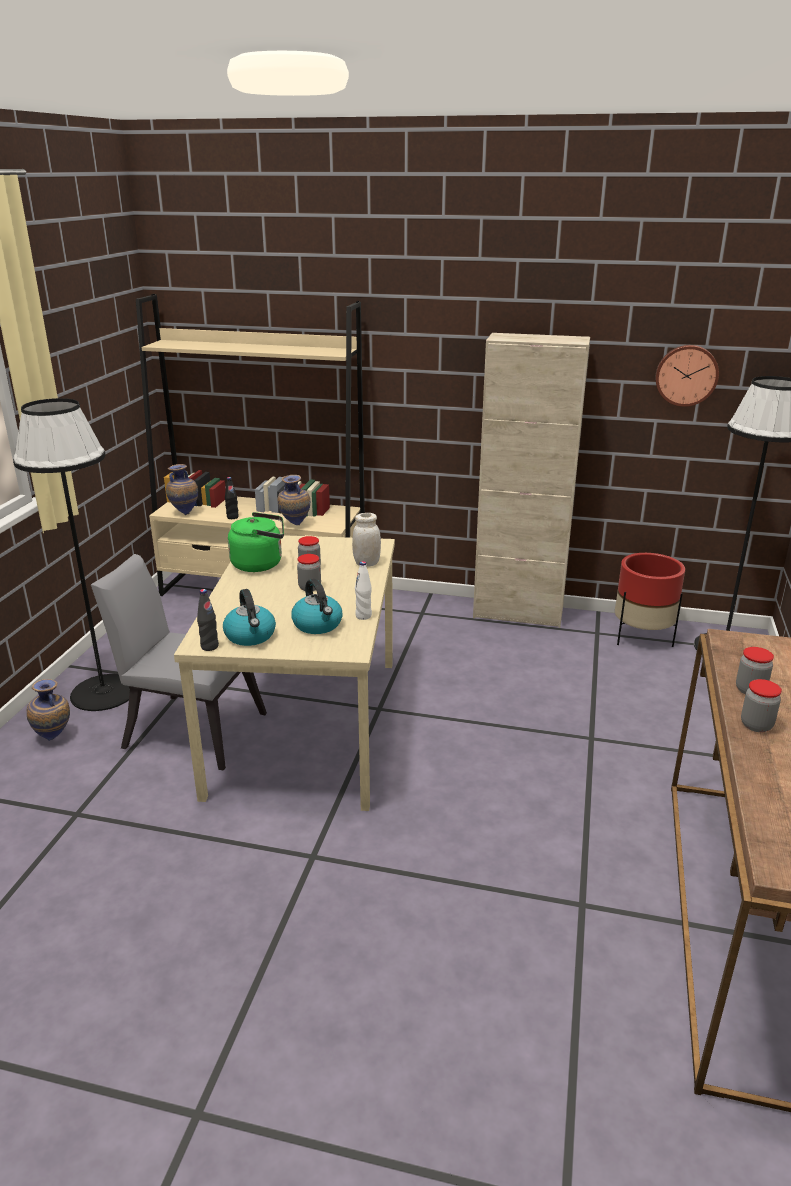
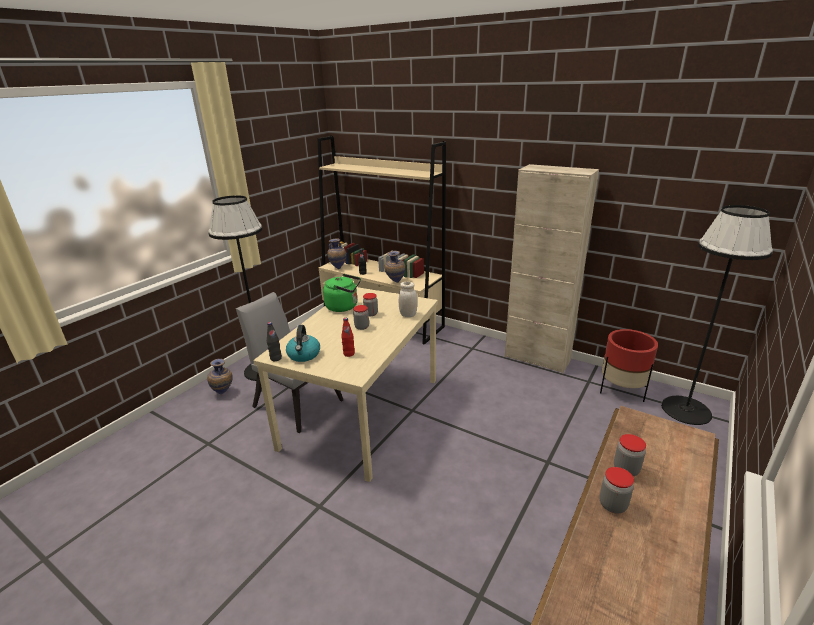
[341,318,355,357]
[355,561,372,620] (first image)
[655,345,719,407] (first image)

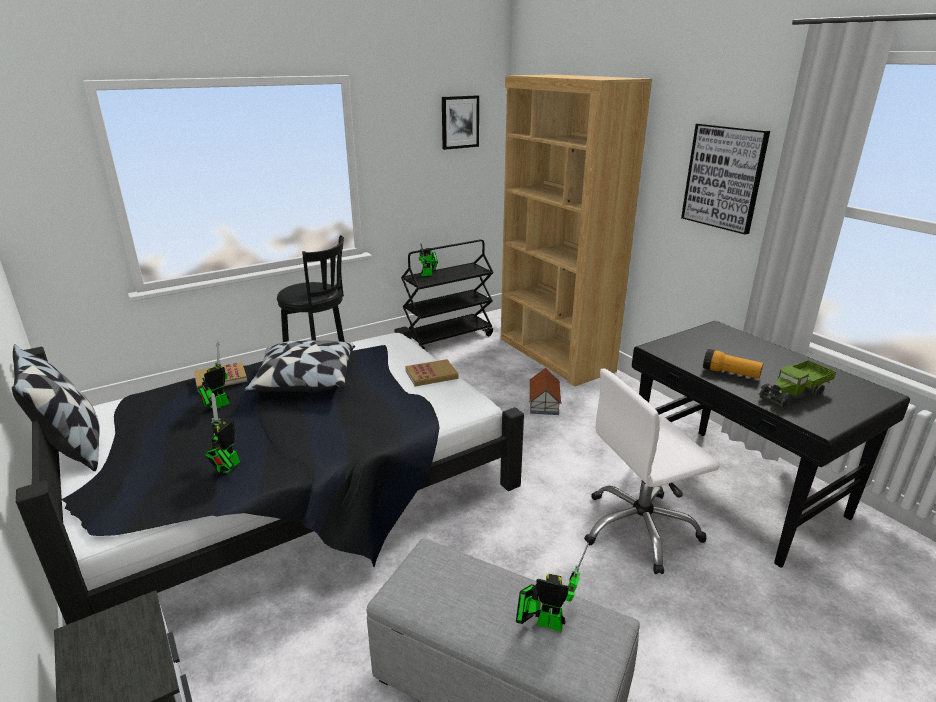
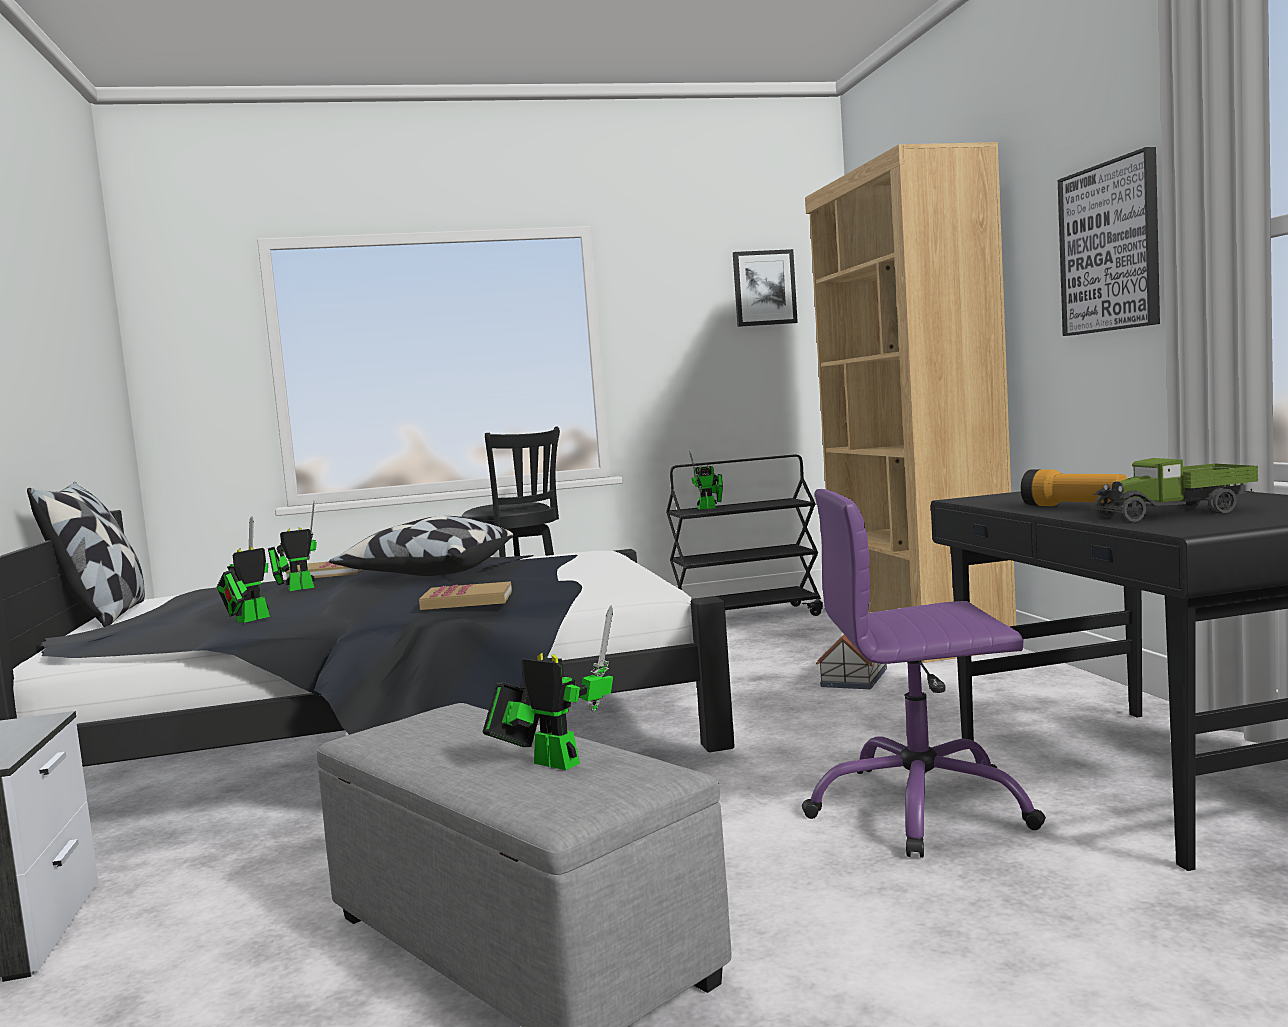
[419,581,512,610]
[802,489,1046,858]

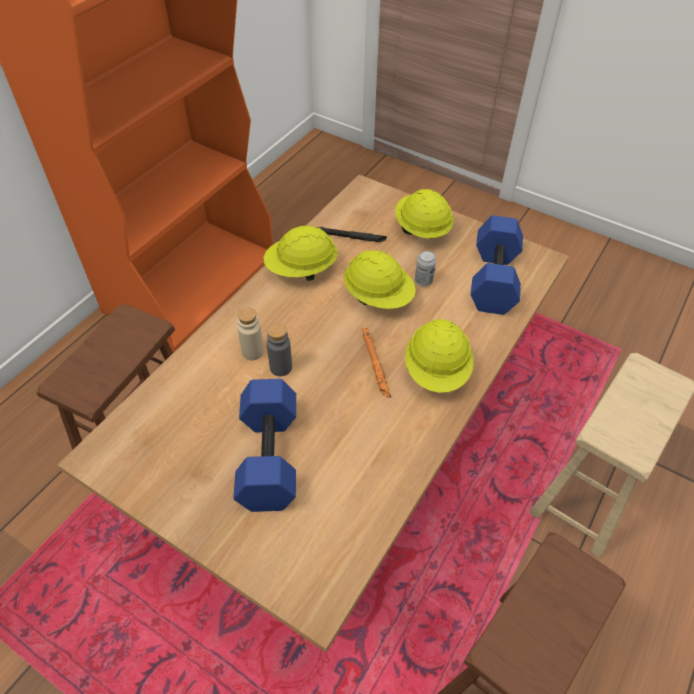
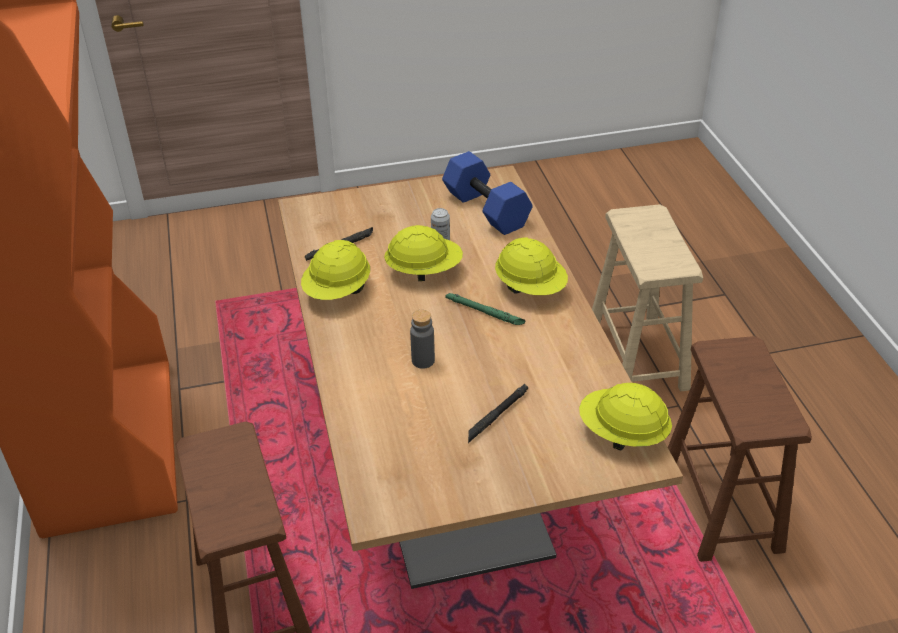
[468,384,528,443]
[237,307,264,360] (first image)
[445,293,526,325]
[579,383,672,451]

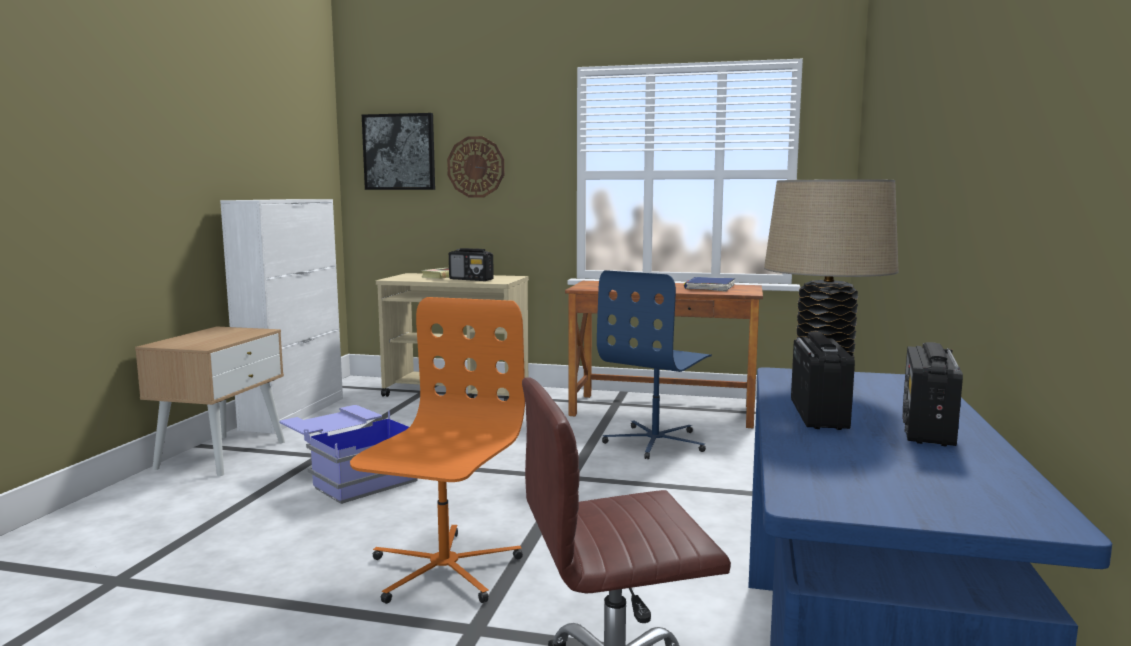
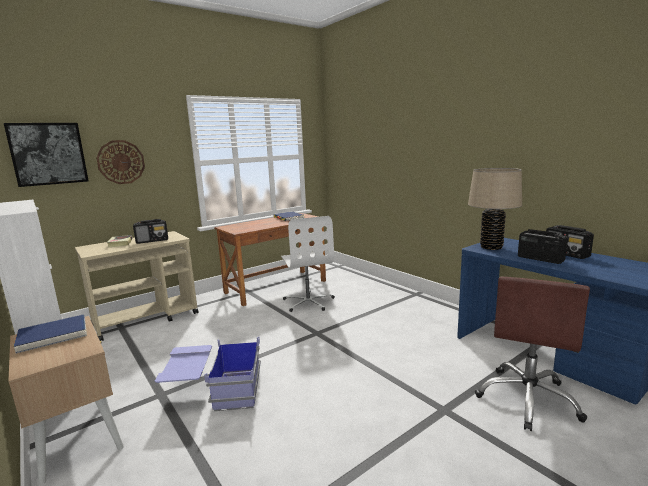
[350,297,525,604] (first image)
[281,216,335,312]
[13,314,87,354]

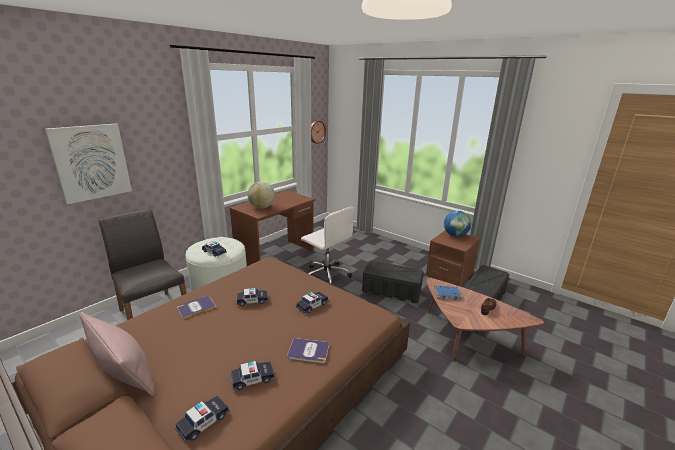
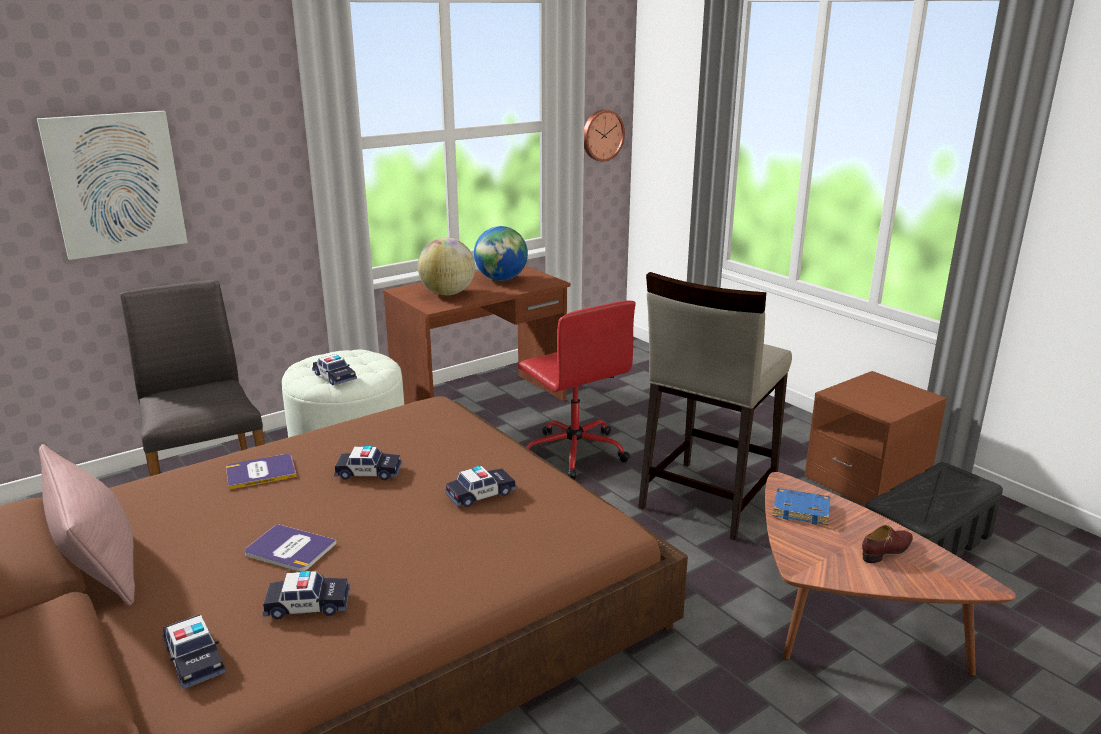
[162,614,226,689]
[245,524,337,572]
[518,300,636,480]
[638,272,792,541]
[474,226,528,281]

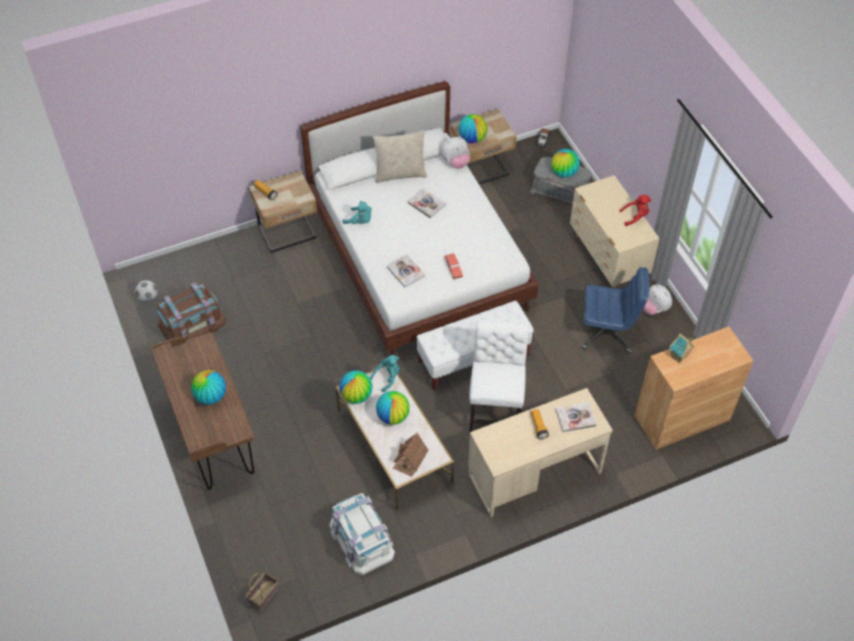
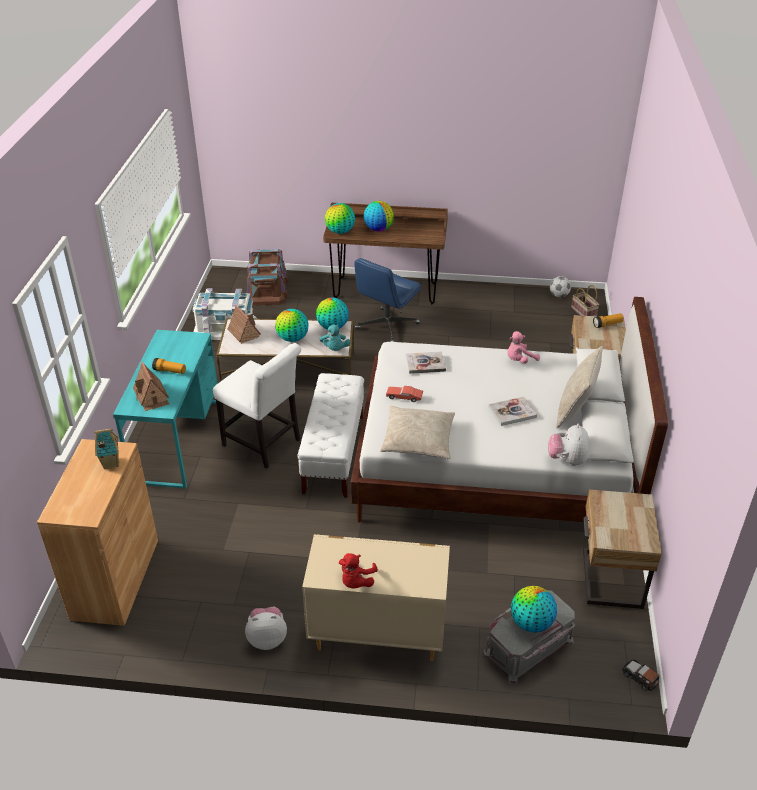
[246,249,288,305]
[571,285,599,316]
[507,331,540,364]
[325,203,355,234]
[113,330,218,488]
[133,361,169,411]
[354,258,421,342]
[380,406,455,459]

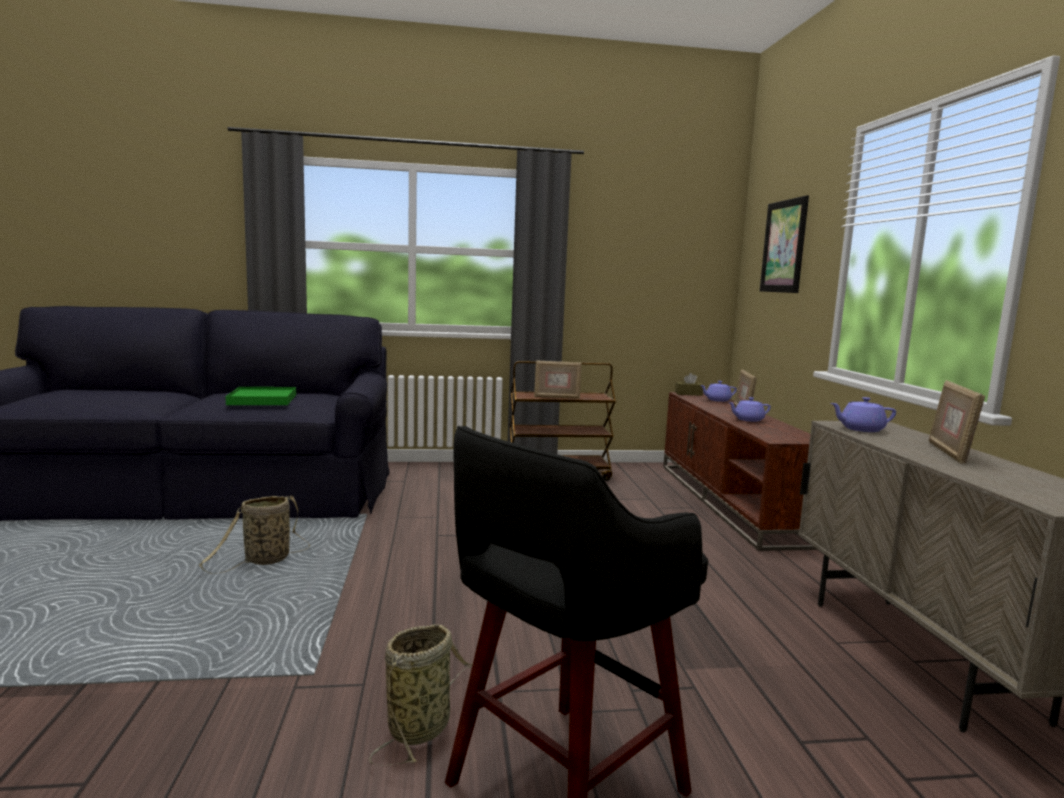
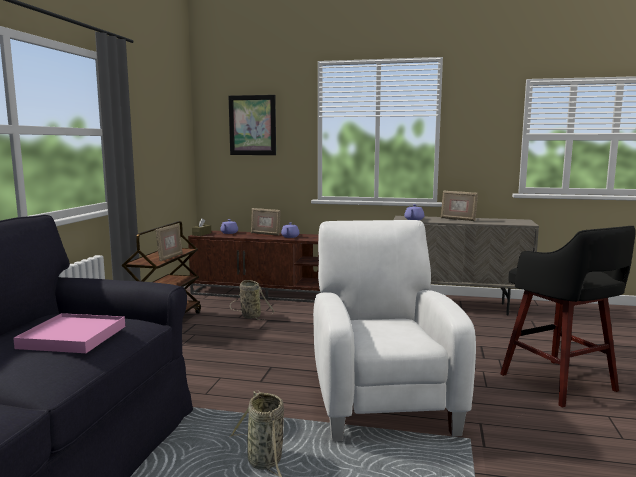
[13,313,125,353]
[230,280,274,320]
[313,220,476,442]

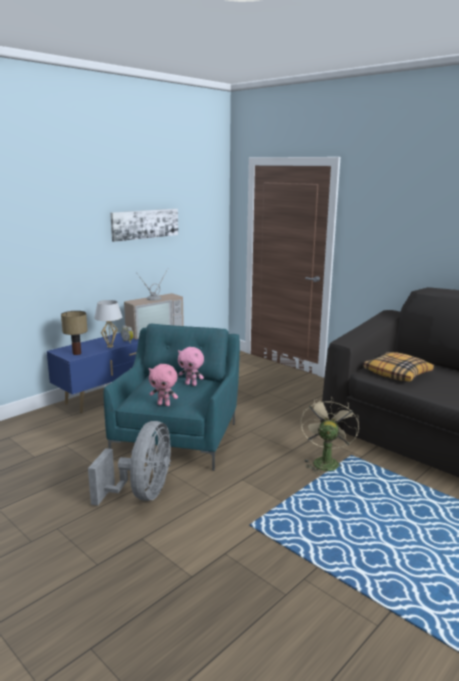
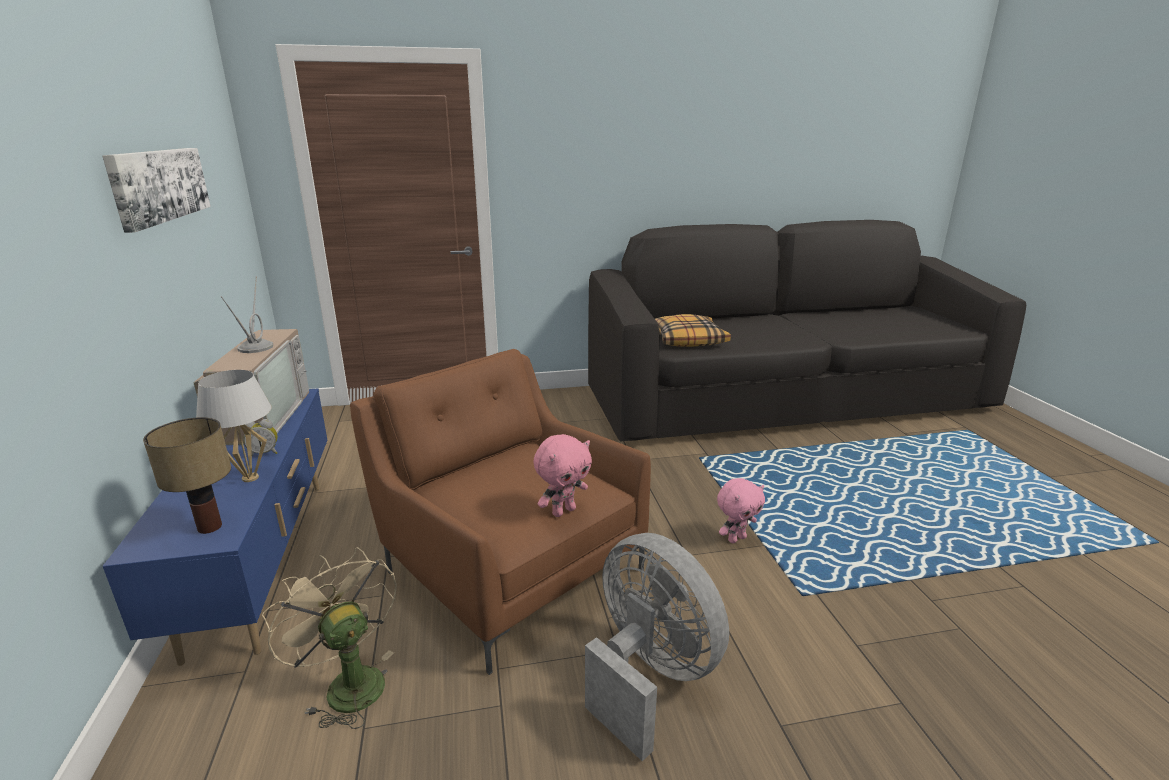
[350,349,651,675]
[717,478,765,543]
[262,547,397,729]

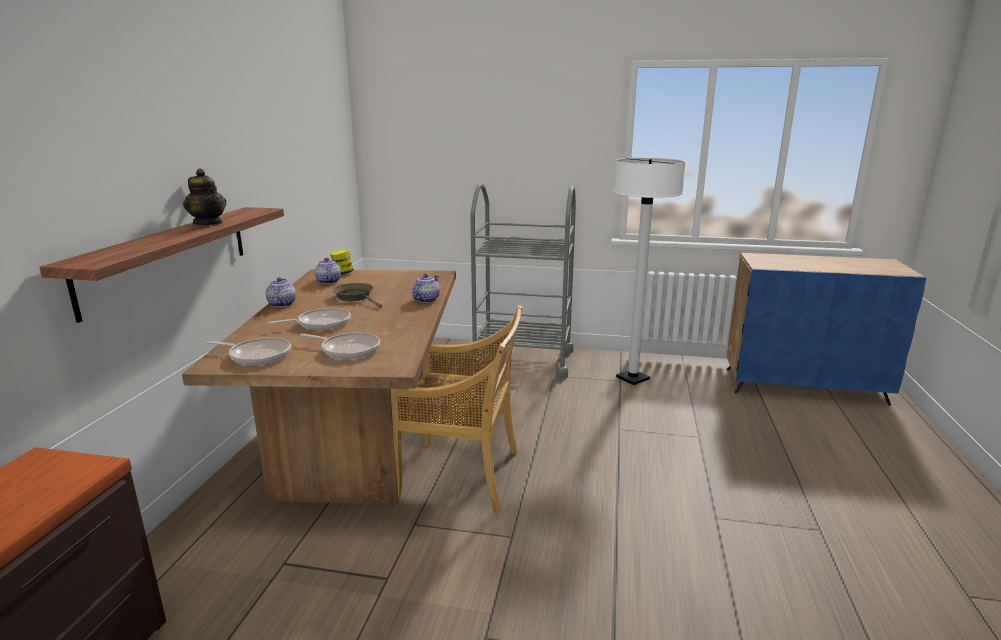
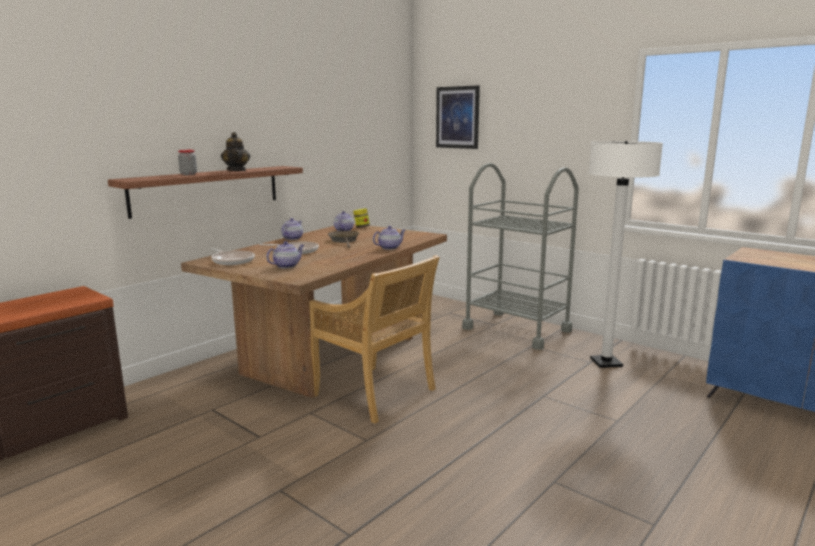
[266,241,304,268]
[178,150,197,175]
[436,85,480,149]

